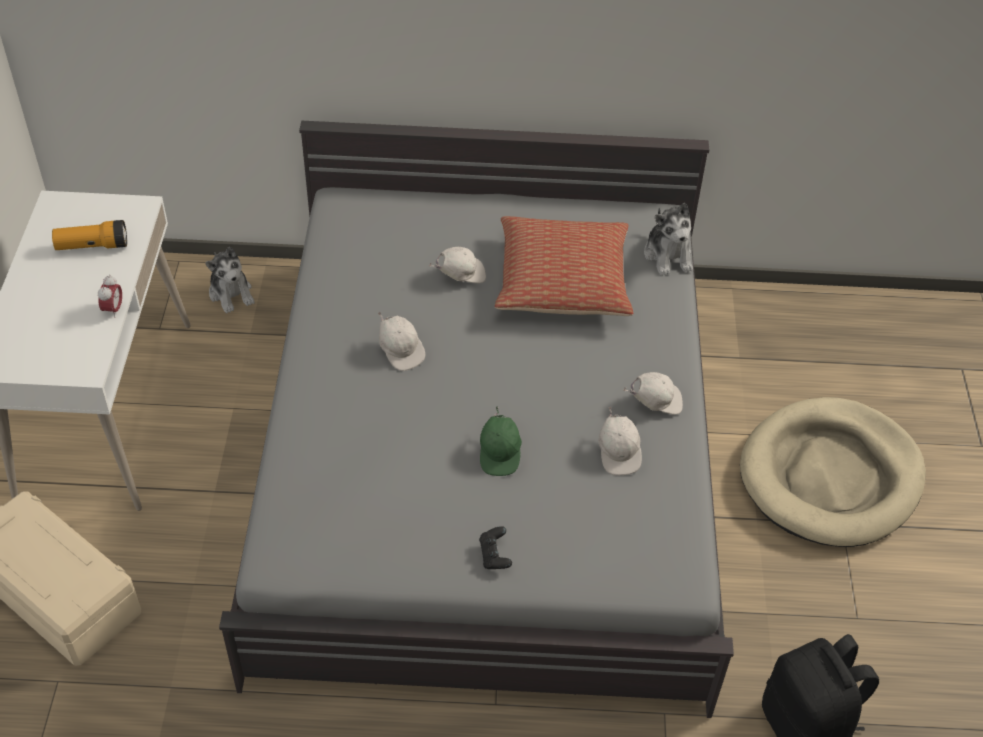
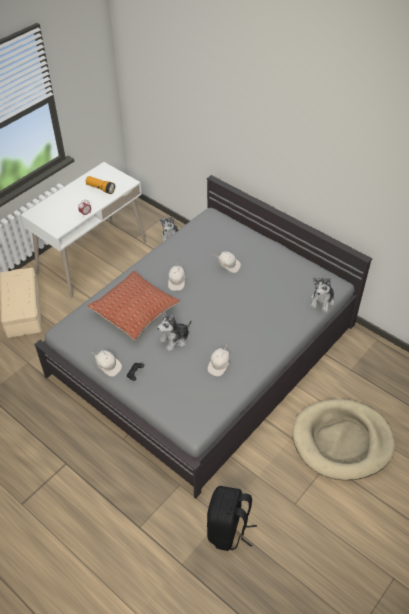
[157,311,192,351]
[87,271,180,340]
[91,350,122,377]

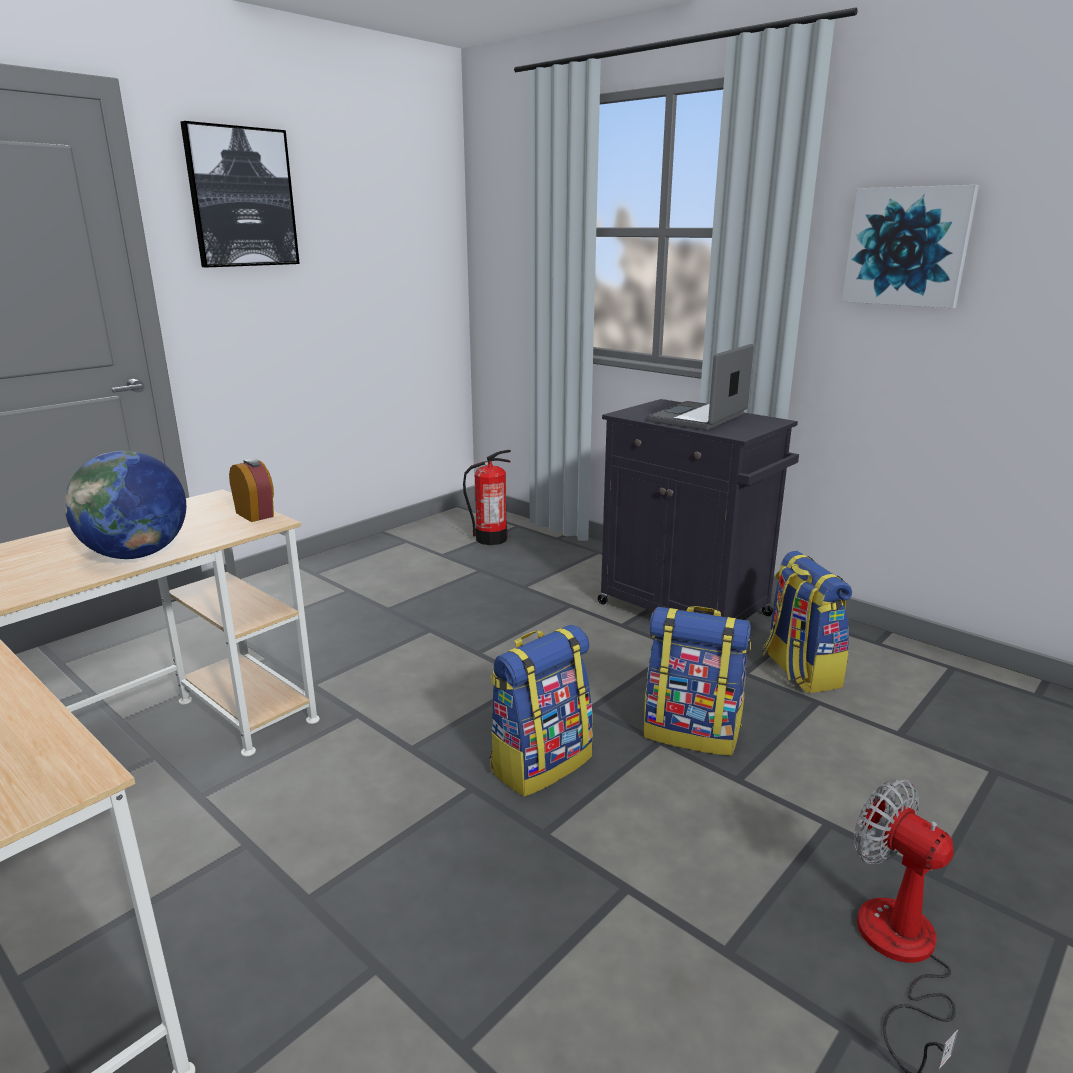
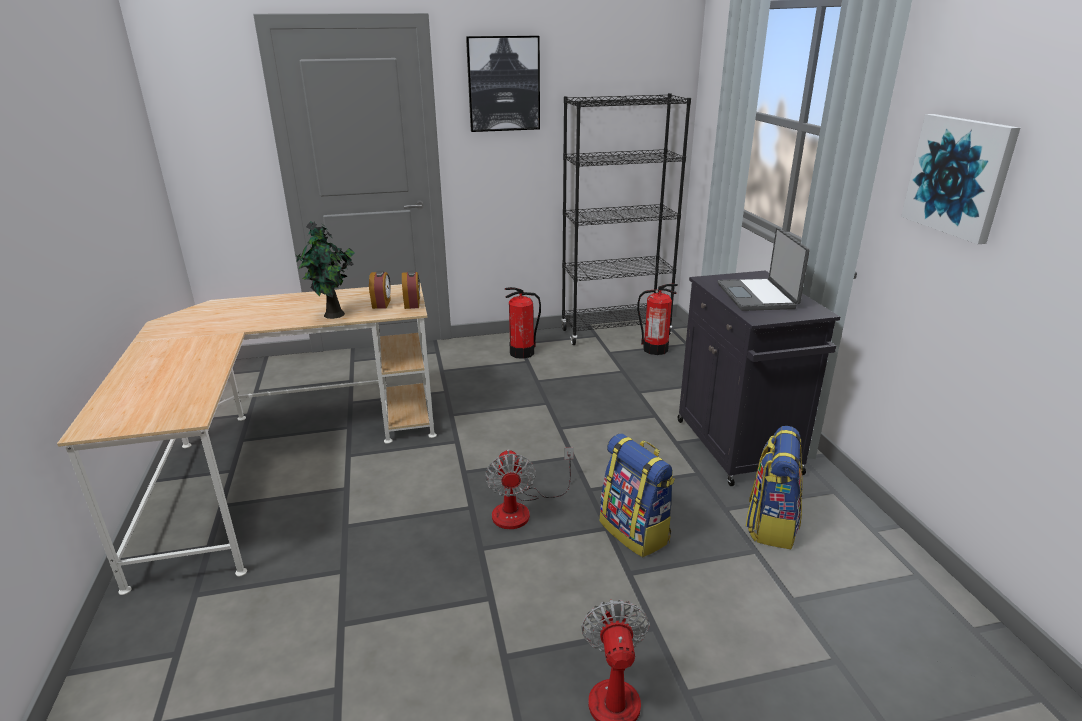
[295,221,355,319]
[485,447,574,529]
[718,228,810,311]
[369,271,391,309]
[505,287,541,359]
[561,93,691,345]

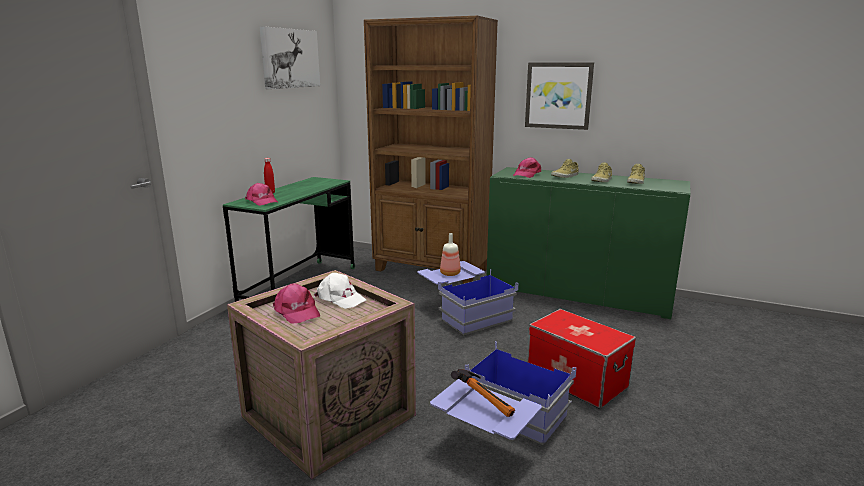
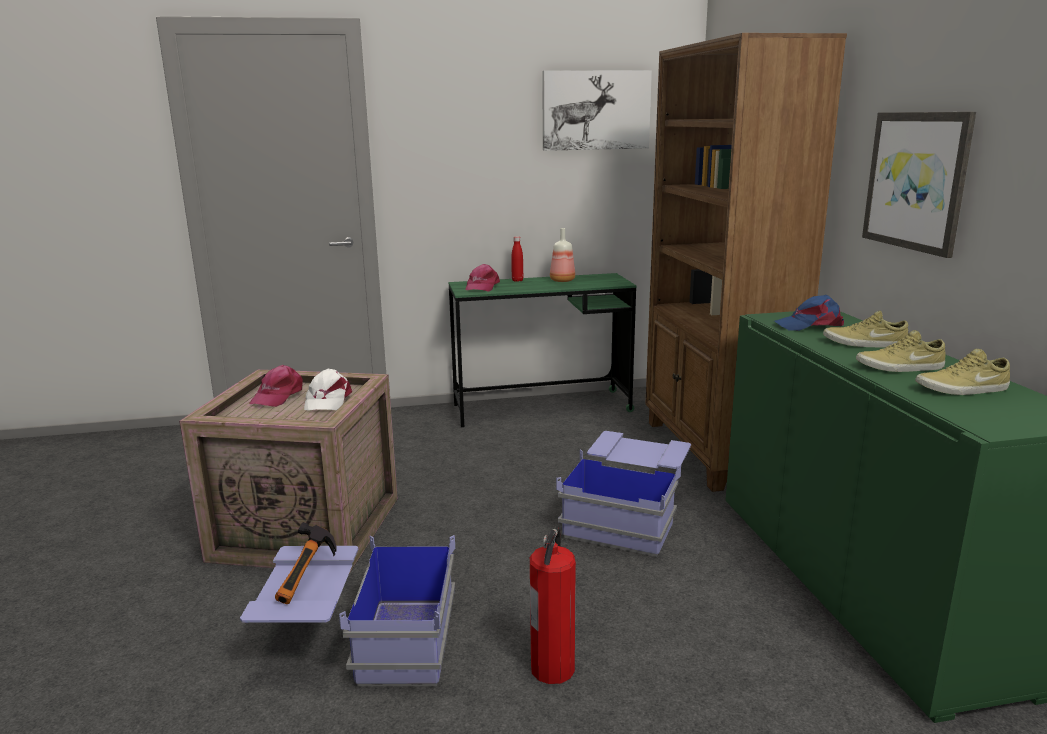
[550,228,575,282]
[775,295,844,331]
[530,526,576,684]

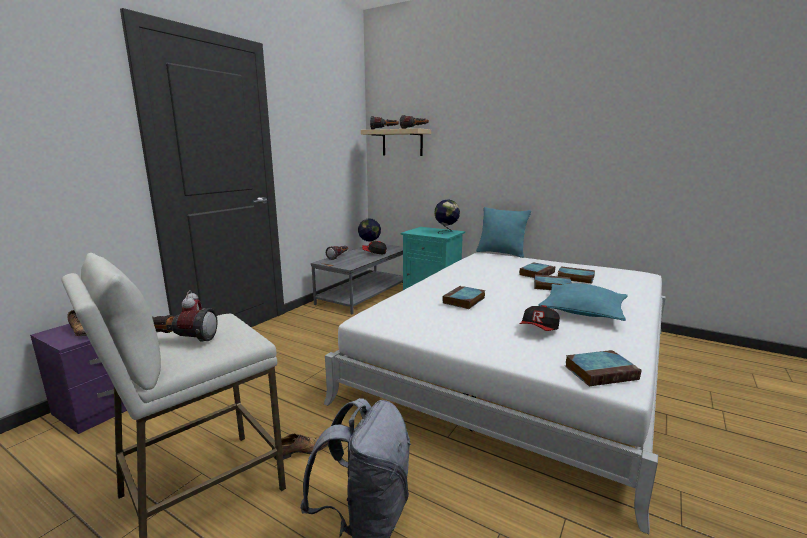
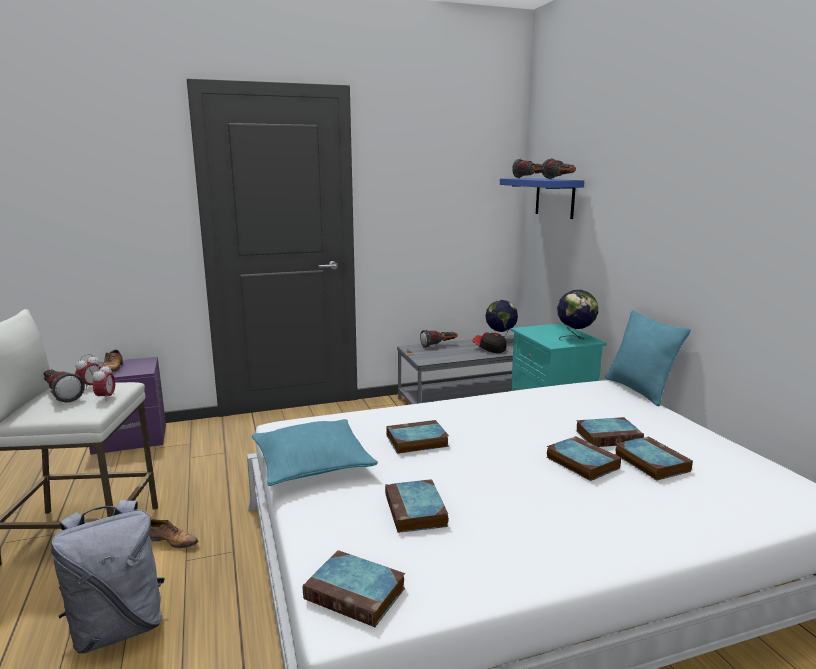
[500,178,584,219]
[385,479,449,533]
[252,419,378,486]
[93,364,115,401]

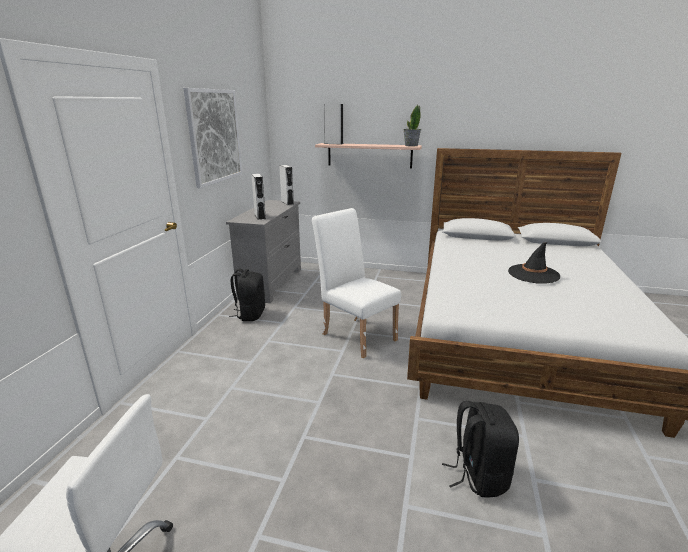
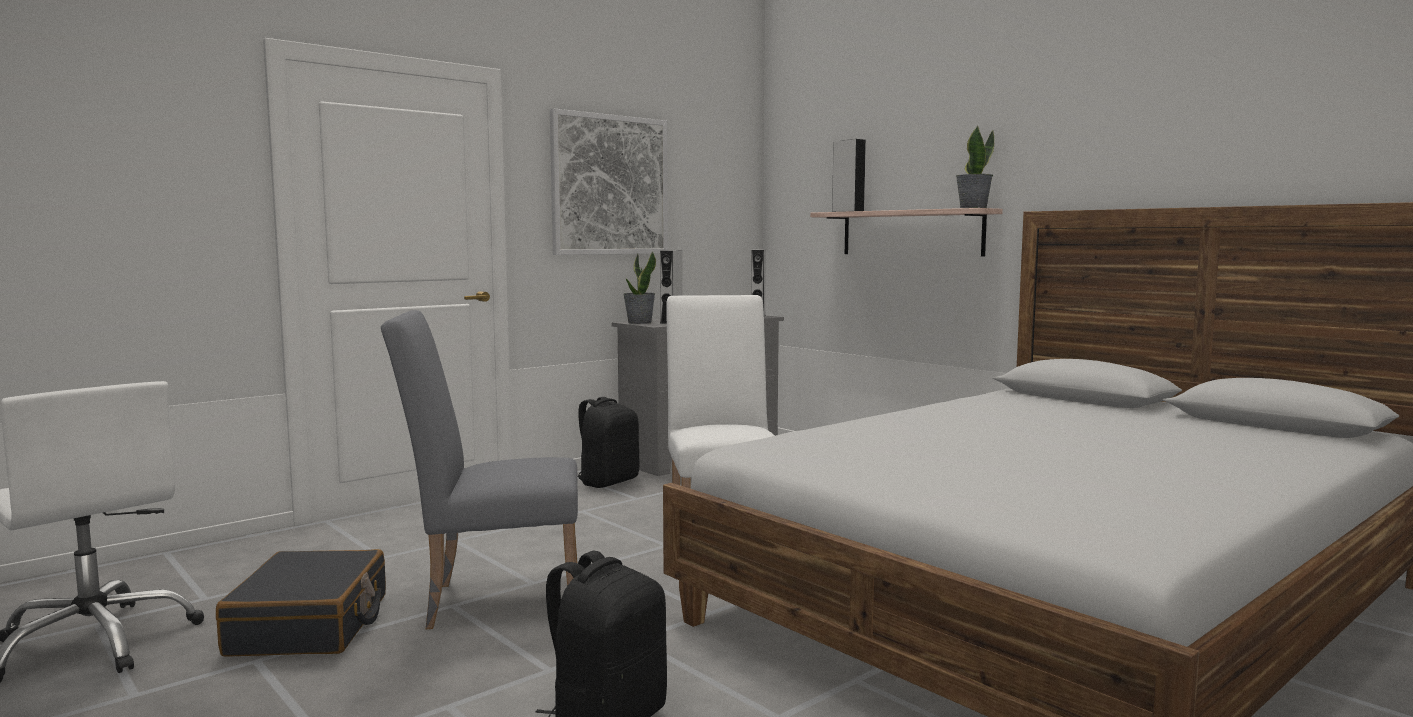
[508,242,560,283] (first image)
[216,549,386,657]
[381,310,578,629]
[623,251,656,324]

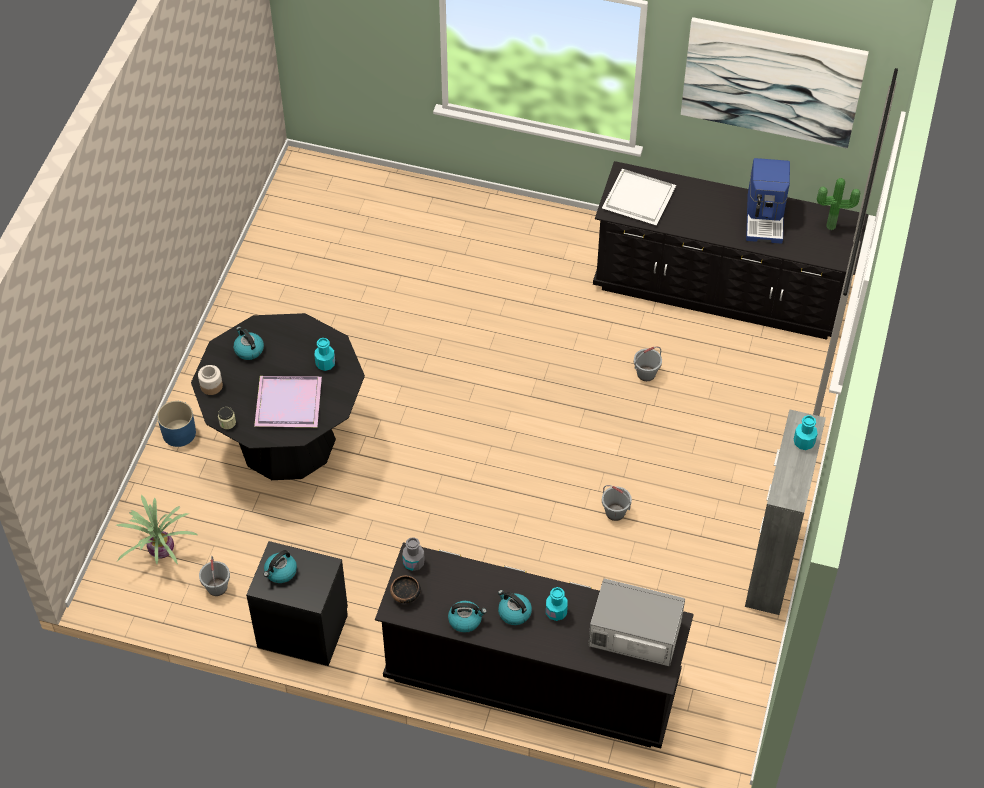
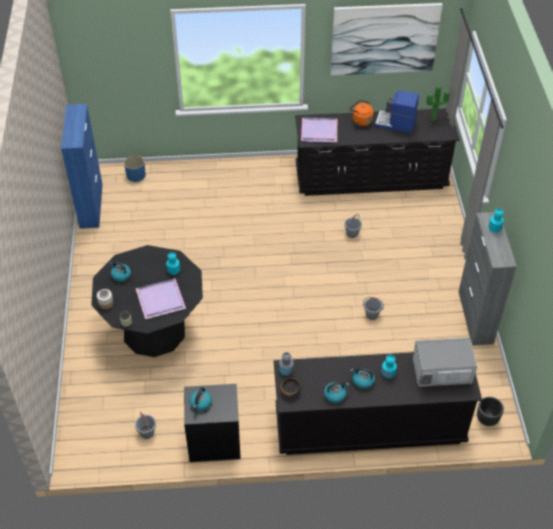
[116,495,197,564] (first image)
[124,156,146,182]
[301,117,337,142]
[375,90,419,133]
[61,104,102,229]
[349,100,374,126]
[477,397,504,426]

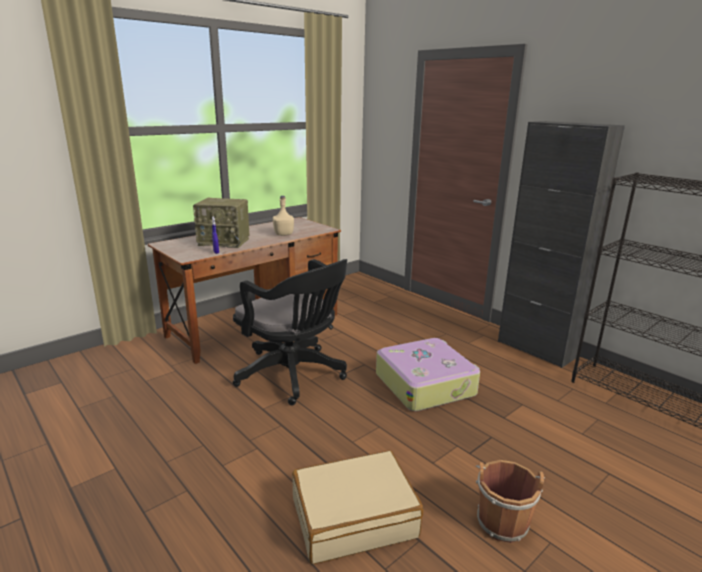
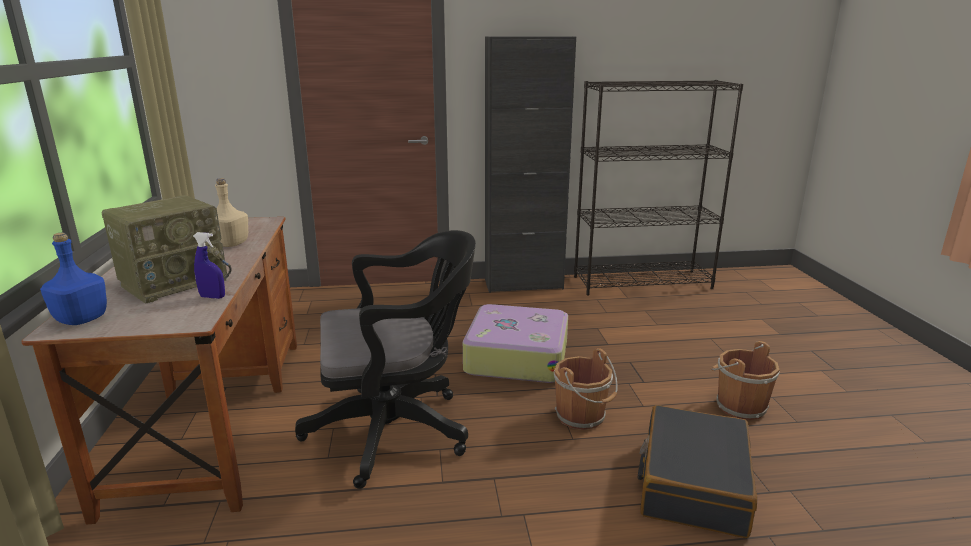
[638,405,757,538]
[40,233,107,325]
[554,348,617,430]

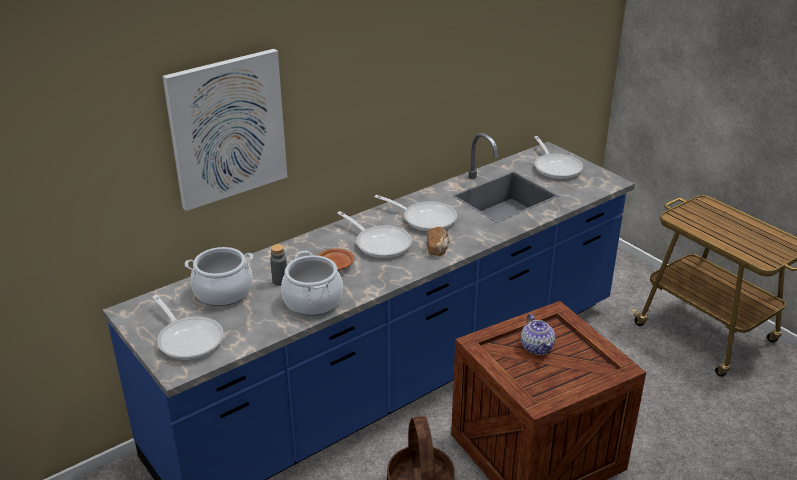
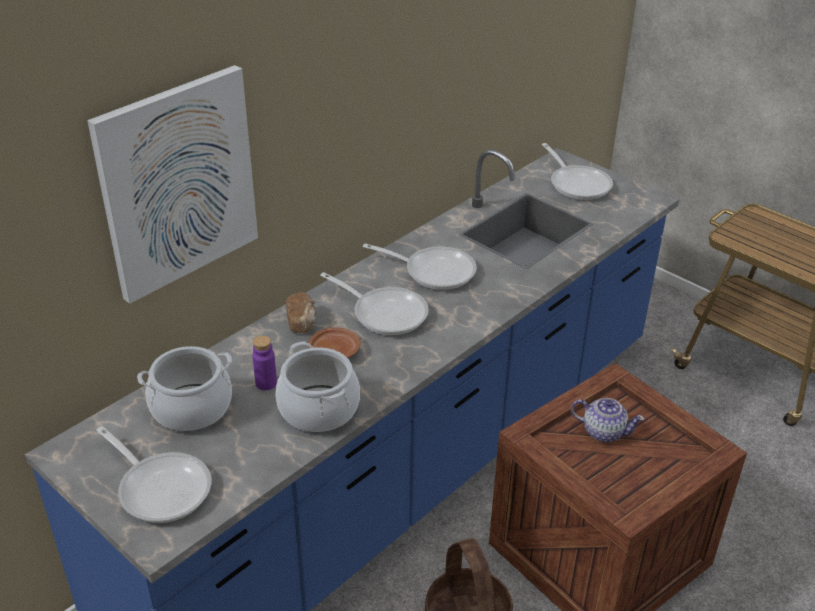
[252,336,277,390]
[286,292,317,333]
[571,398,645,442]

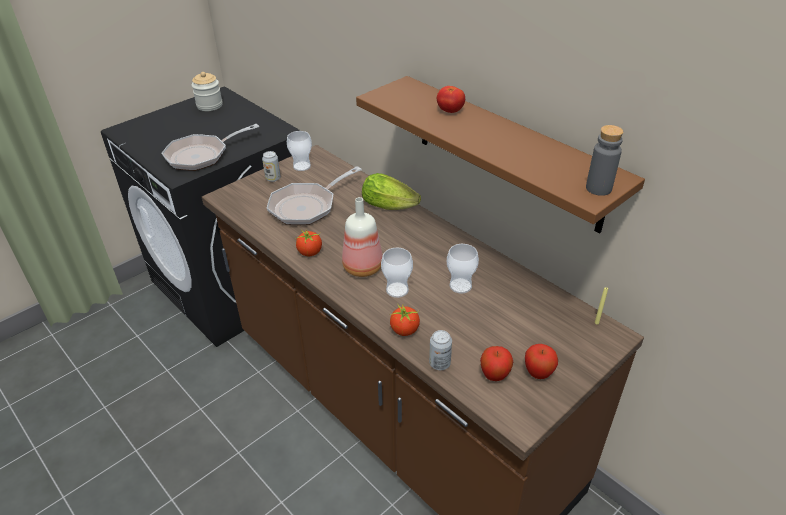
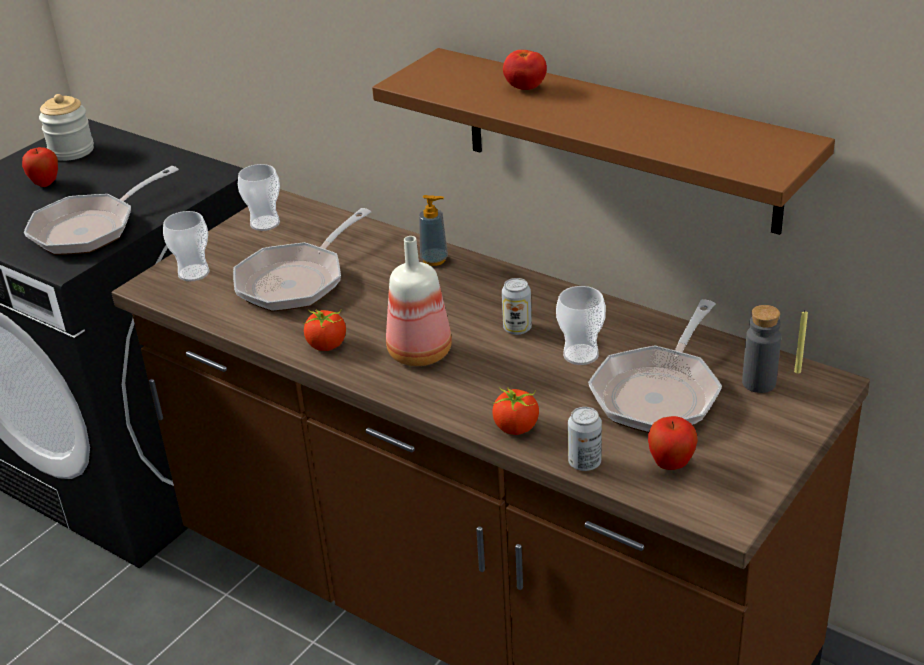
[502,278,532,335]
[419,195,448,266]
[163,211,210,281]
[22,147,58,187]
[742,305,781,393]
[588,299,722,433]

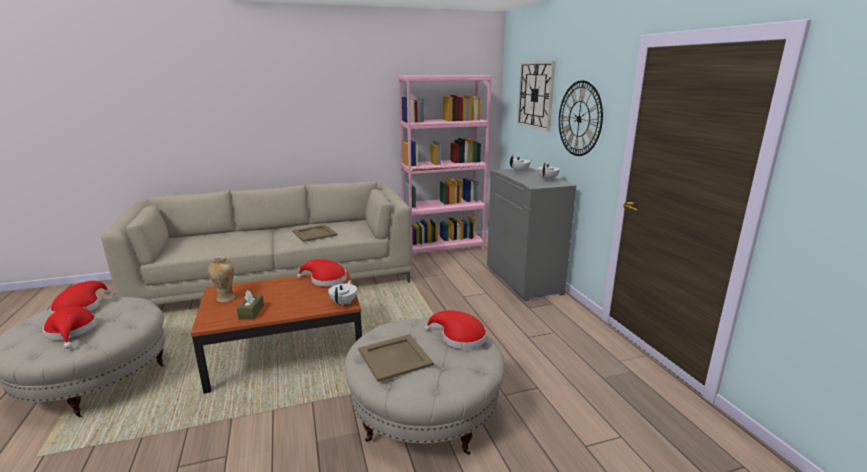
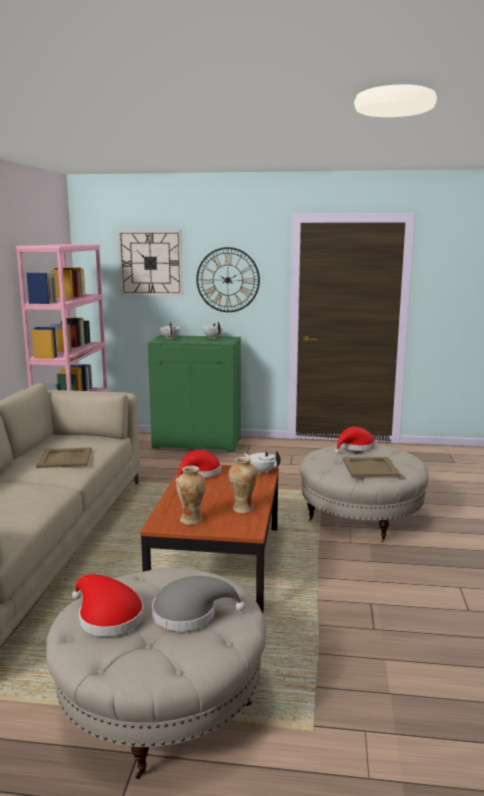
[152,576,245,631]
[229,456,257,513]
[148,335,241,452]

